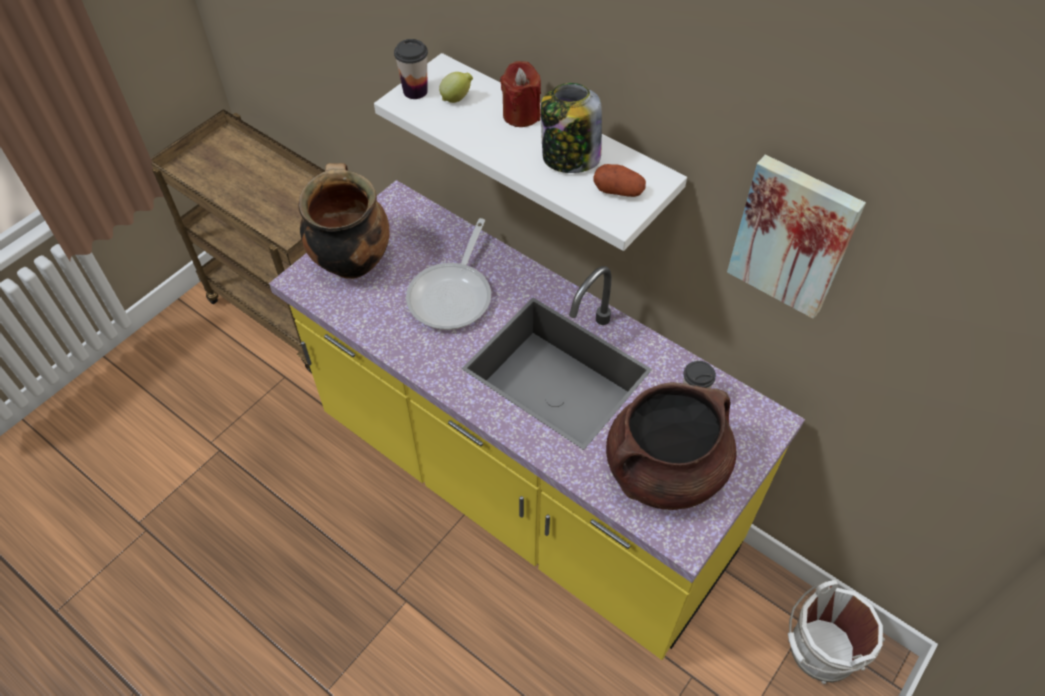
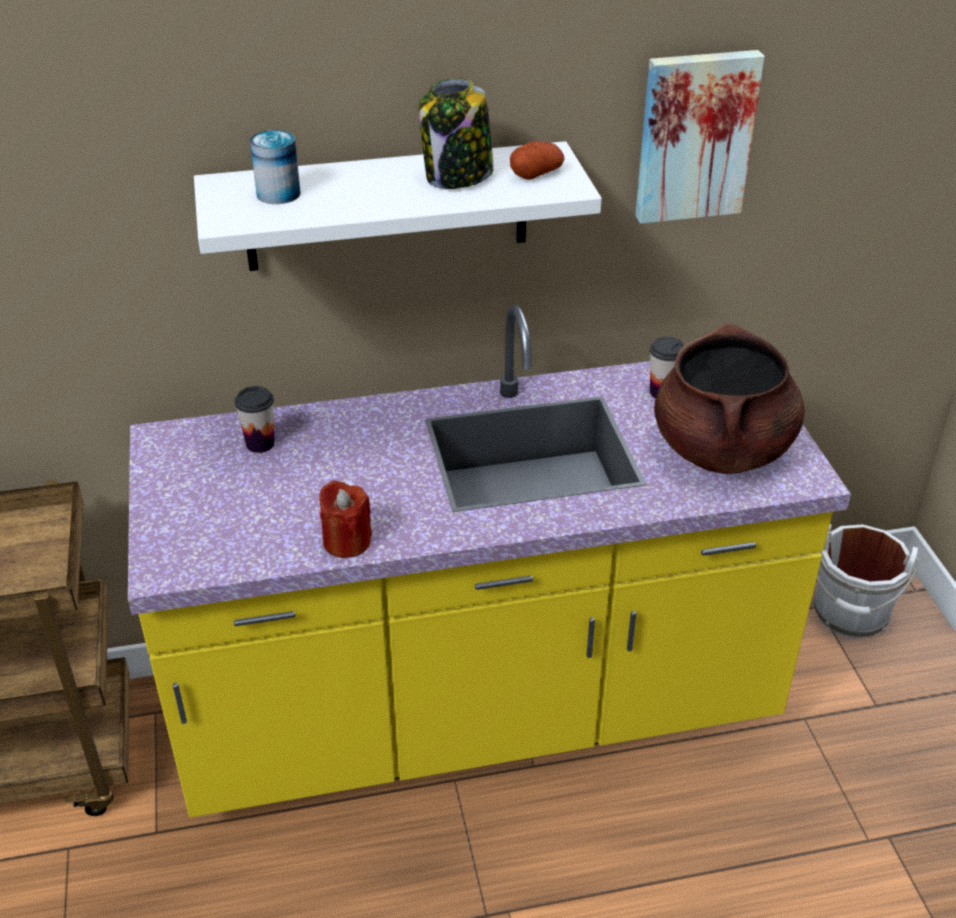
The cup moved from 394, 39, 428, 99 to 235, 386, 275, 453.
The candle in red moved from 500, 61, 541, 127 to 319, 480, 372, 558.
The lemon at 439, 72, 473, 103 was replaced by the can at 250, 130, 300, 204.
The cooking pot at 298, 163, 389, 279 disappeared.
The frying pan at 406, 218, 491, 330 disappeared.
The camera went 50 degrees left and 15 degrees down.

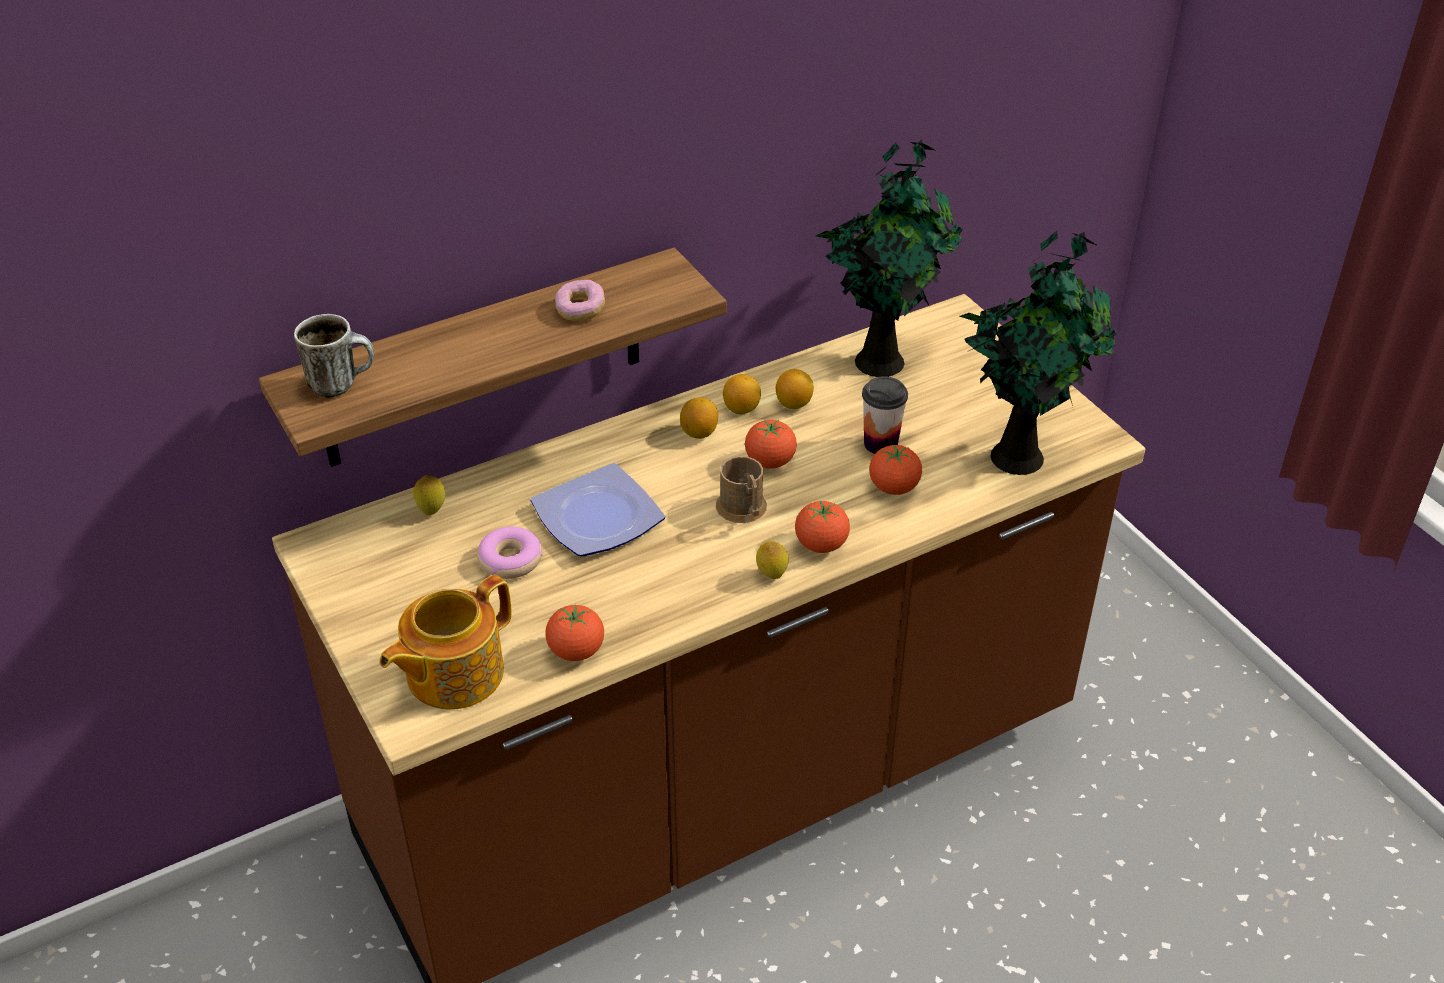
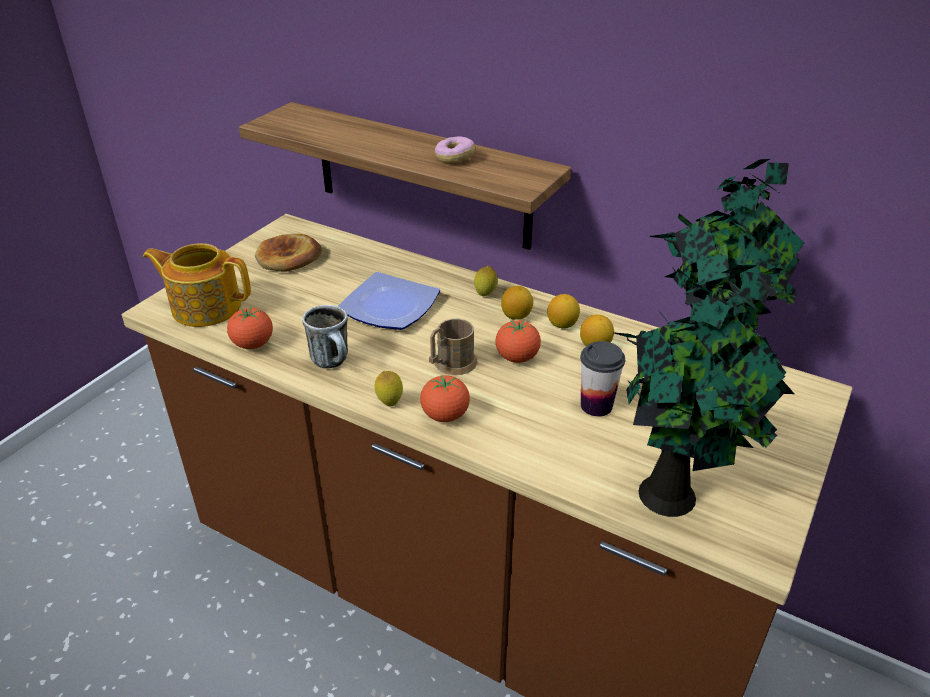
The mug moved from 294, 314, 374, 398 to 302, 305, 348, 369.
The tomato at 869, 445, 922, 495 disappeared.
The lemon moved from 413, 475, 445, 515 to 474, 266, 498, 296.
The donut at 477, 527, 543, 579 disappeared.
The bread at 255, 234, 322, 272 appeared.
The camera went 60 degrees right and 5 degrees down.

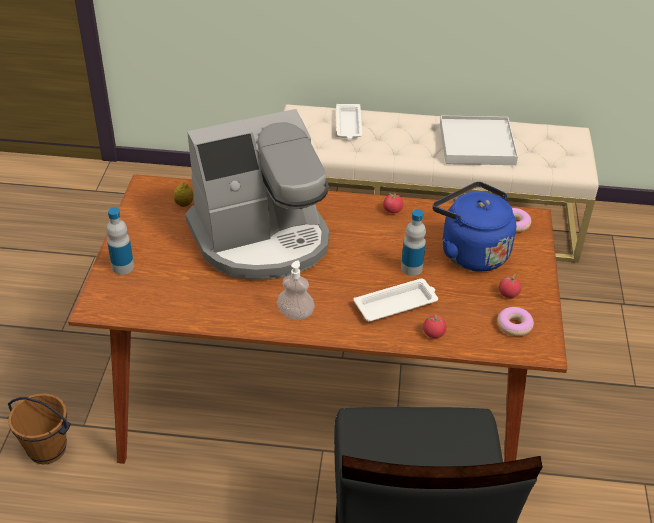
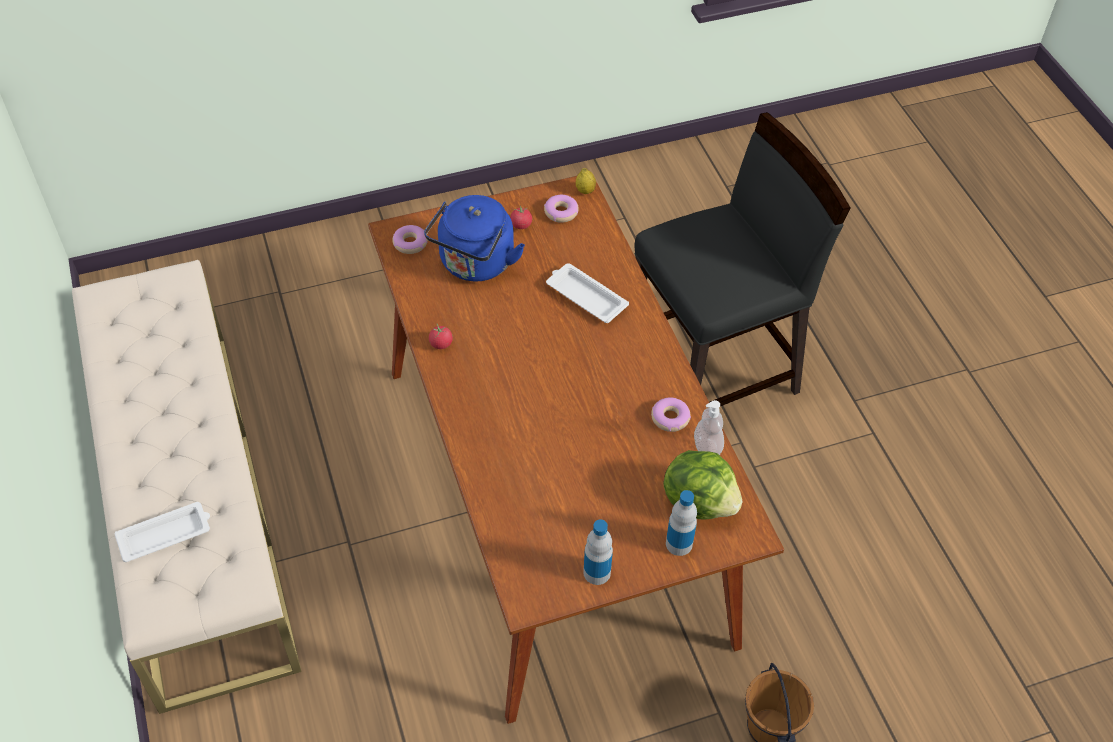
The coffee machine at 185, 109, 329, 280 disappeared.
The tray in white at 440, 115, 518, 165 disappeared.
The lemon moved from 174, 182, 193, 207 to 576, 168, 596, 194.
The bottle moved from 401, 209, 426, 276 to 583, 519, 613, 585.
The soap dispenser moved from 277, 260, 315, 320 to 694, 400, 724, 455.
The tomato at 423, 314, 446, 338 disappeared.
The donut at 651, 397, 691, 432 appeared.
The lettuce at 663, 450, 743, 519 appeared.
The camera went 115 degrees left and 10 degrees up.

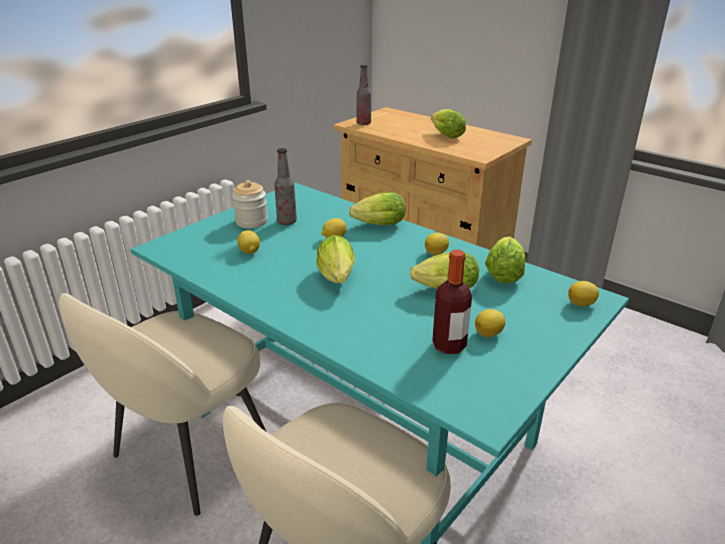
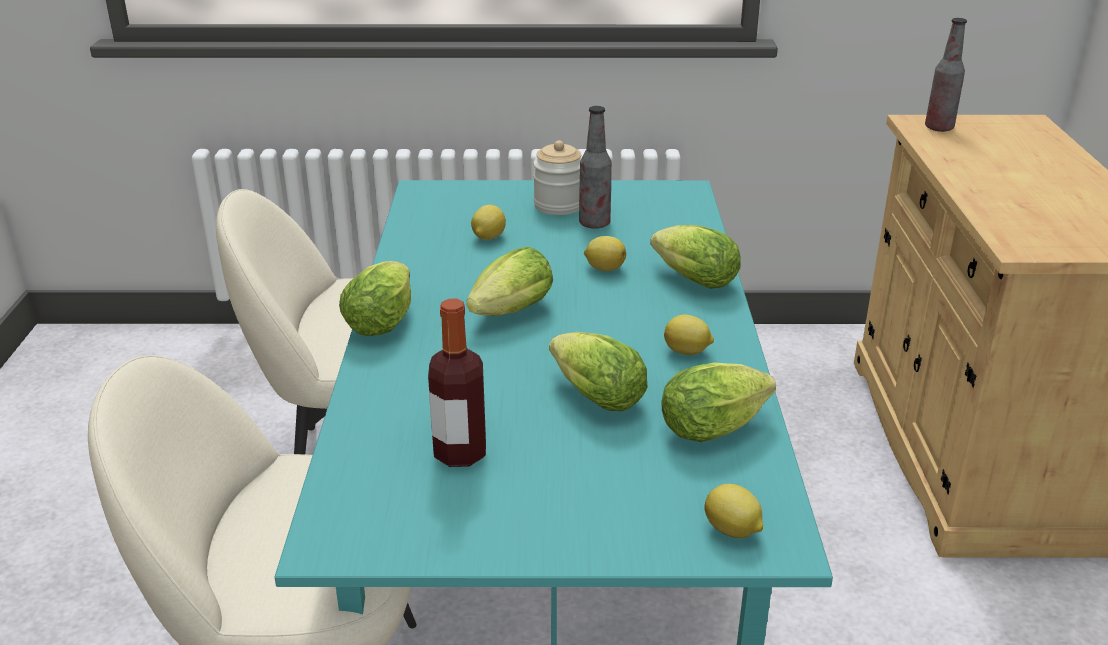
The lettuce moved from 431, 109, 466, 138 to 339, 261, 411, 336.
The lemon at 475, 309, 505, 337 disappeared.
The camera went 50 degrees right and 0 degrees up.

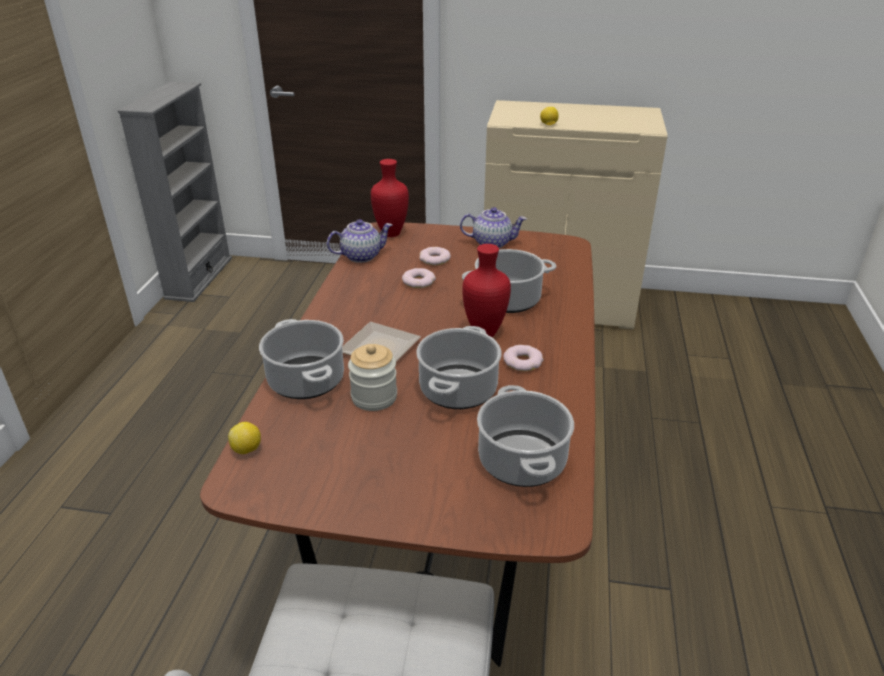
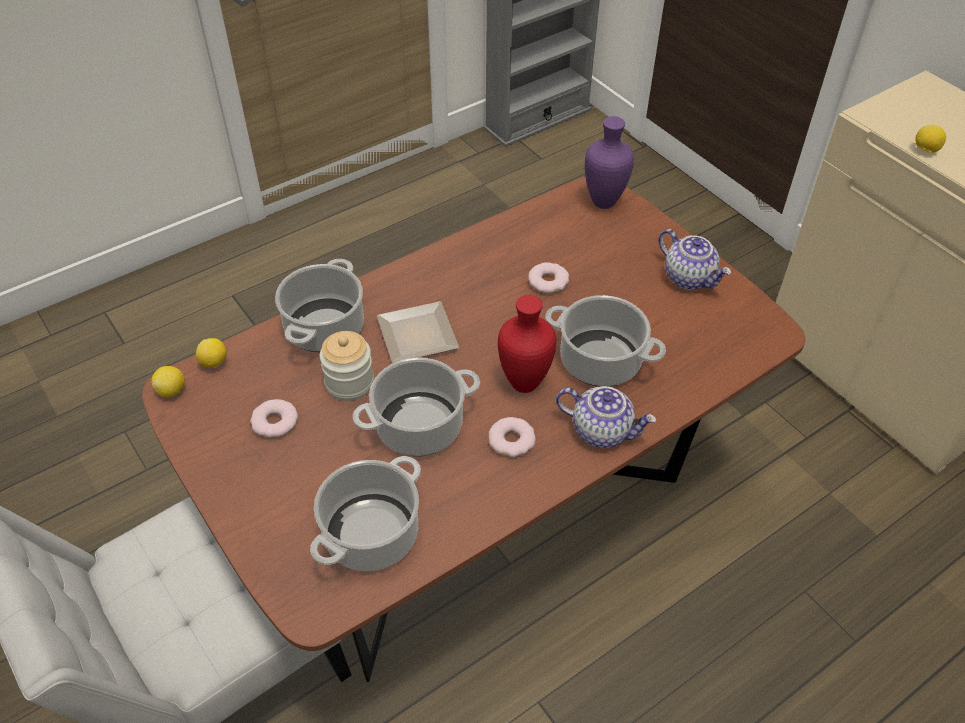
The vase in red at 371, 159, 409, 237 became the vase in purple at 585, 116, 634, 209.
The teapot moved from 327, 219, 392, 263 to 556, 386, 656, 448.
The donut moved from 419, 247, 451, 265 to 250, 399, 298, 438.
The lemon at 151, 366, 185, 397 appeared.
The camera went 45 degrees right and 15 degrees up.

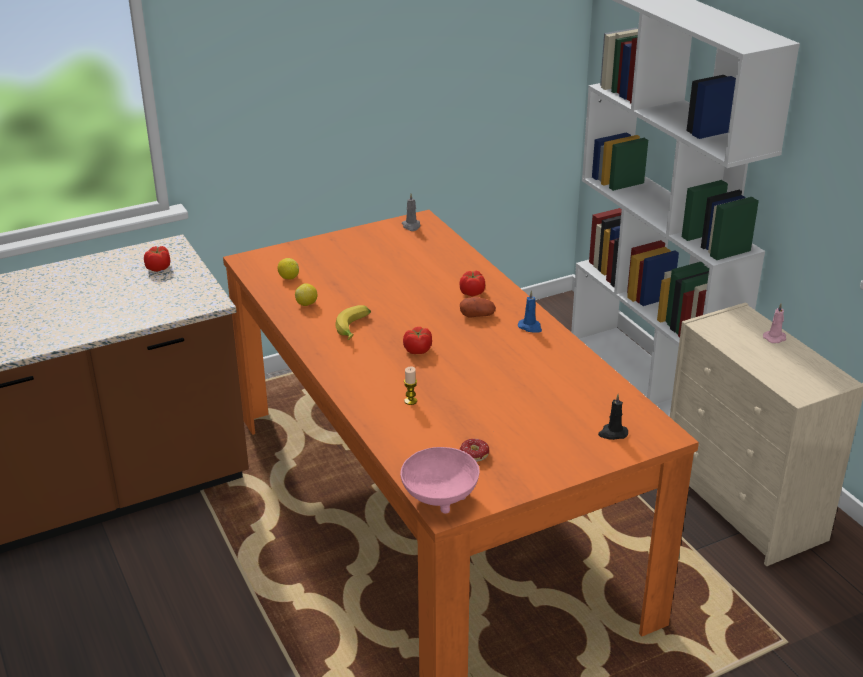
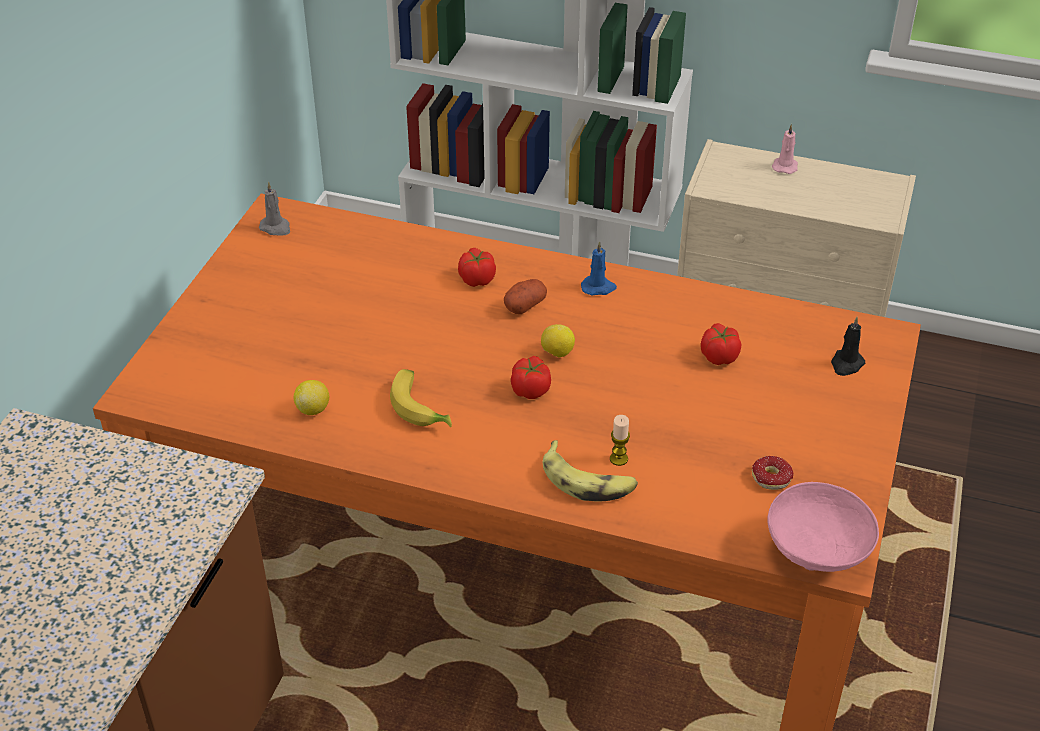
The tomato moved from 144, 246, 170, 272 to 701, 323, 741, 365.
The lemon moved from 278, 258, 299, 279 to 541, 324, 575, 358.
The banana at 543, 440, 638, 502 appeared.
The camera went 45 degrees left and 10 degrees up.

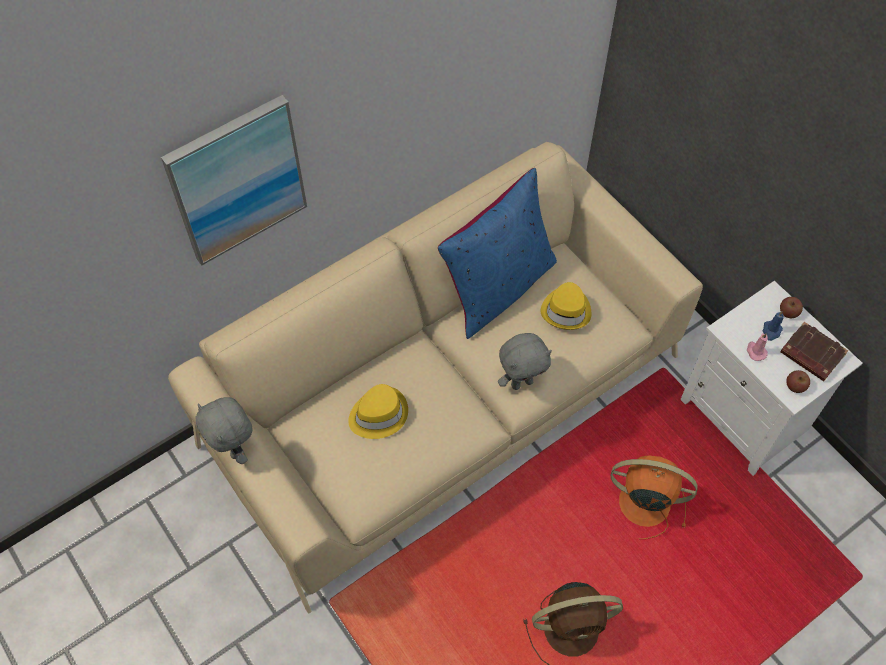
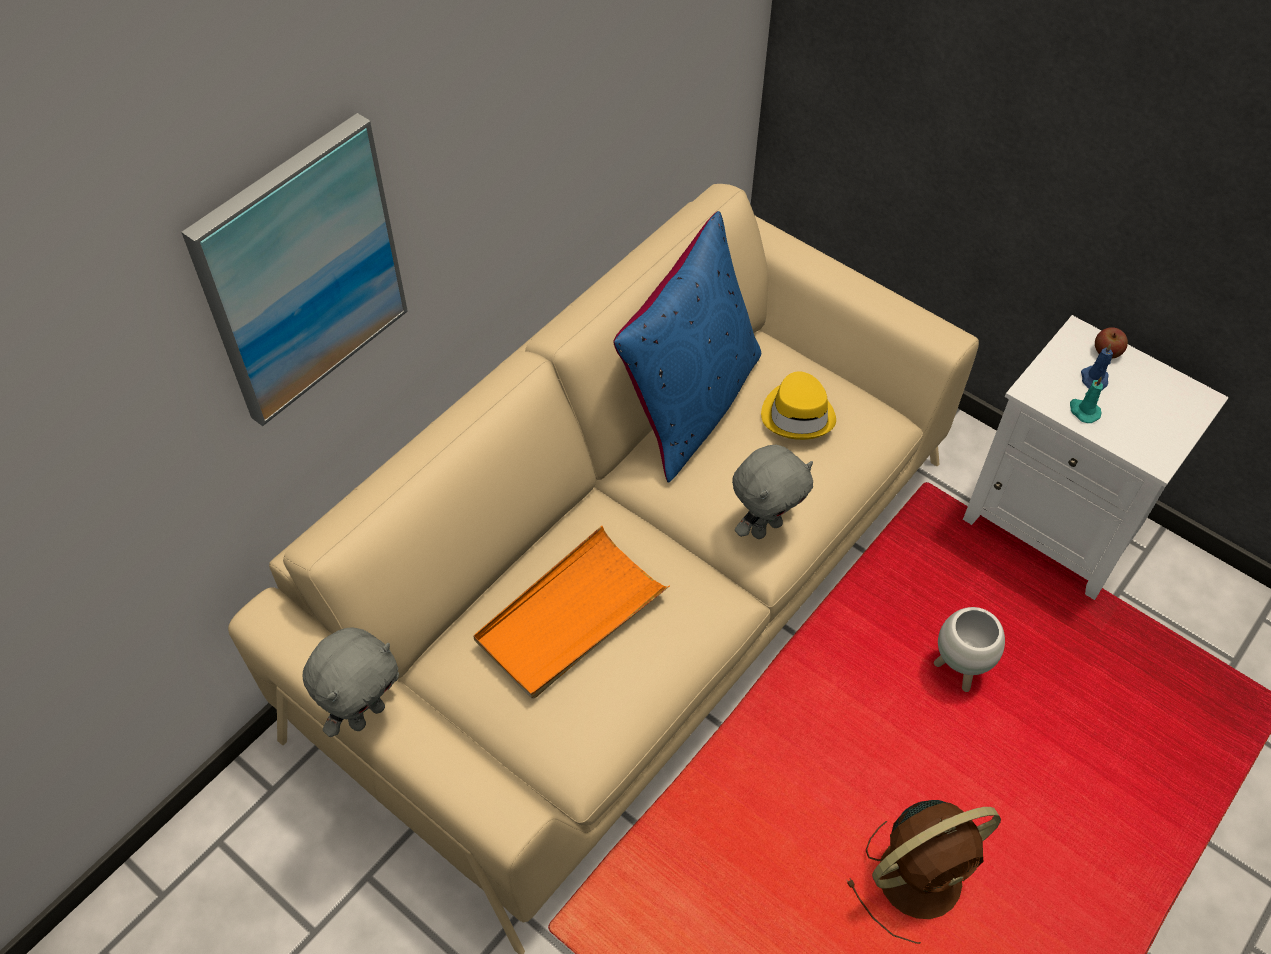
The book in brown at 780, 322, 848, 381 disappeared.
The candle in pink at 747, 333, 768, 361 became the candle in turquoise at 1070, 377, 1103, 423.
The apple at 786, 370, 810, 393 disappeared.
The hat in yellow at 348, 384, 408, 439 was replaced by the tray in orange at 473, 526, 670, 699.
The plush toy in grey at 196, 397, 253, 464 turned 90 degrees counterclockwise.
The fan in orange at 610, 455, 698, 539 was replaced by the planter in white at 934, 607, 1005, 692.
The camera went 15 degrees left and 5 degrees down.

